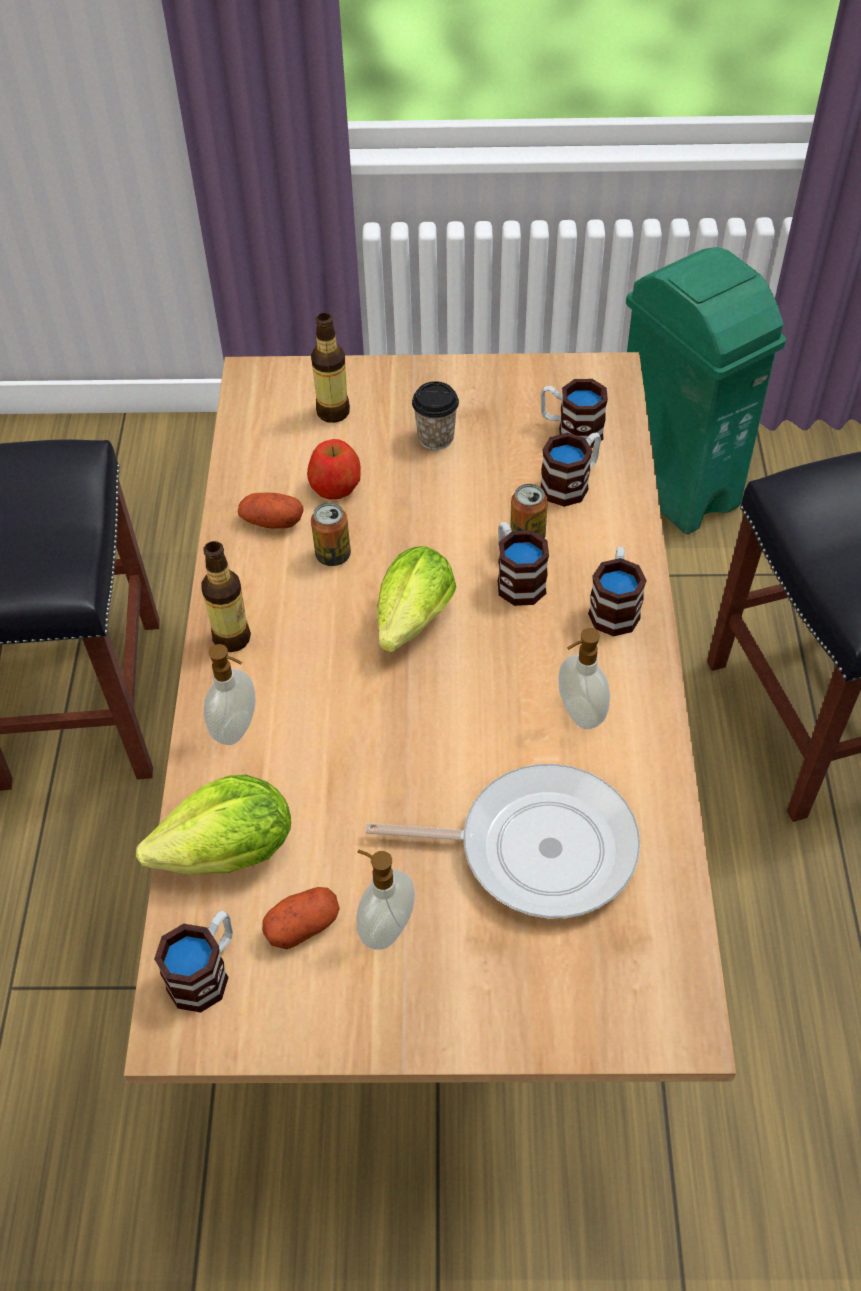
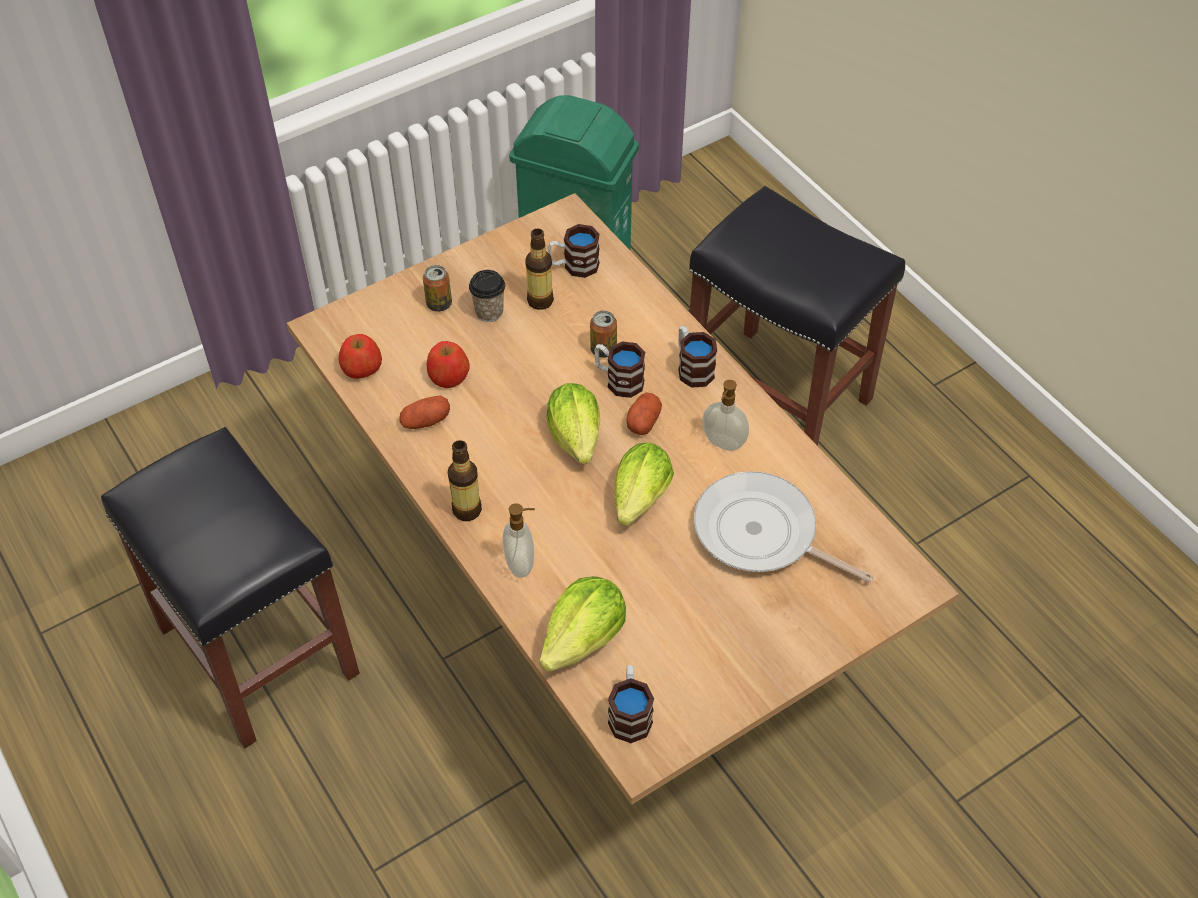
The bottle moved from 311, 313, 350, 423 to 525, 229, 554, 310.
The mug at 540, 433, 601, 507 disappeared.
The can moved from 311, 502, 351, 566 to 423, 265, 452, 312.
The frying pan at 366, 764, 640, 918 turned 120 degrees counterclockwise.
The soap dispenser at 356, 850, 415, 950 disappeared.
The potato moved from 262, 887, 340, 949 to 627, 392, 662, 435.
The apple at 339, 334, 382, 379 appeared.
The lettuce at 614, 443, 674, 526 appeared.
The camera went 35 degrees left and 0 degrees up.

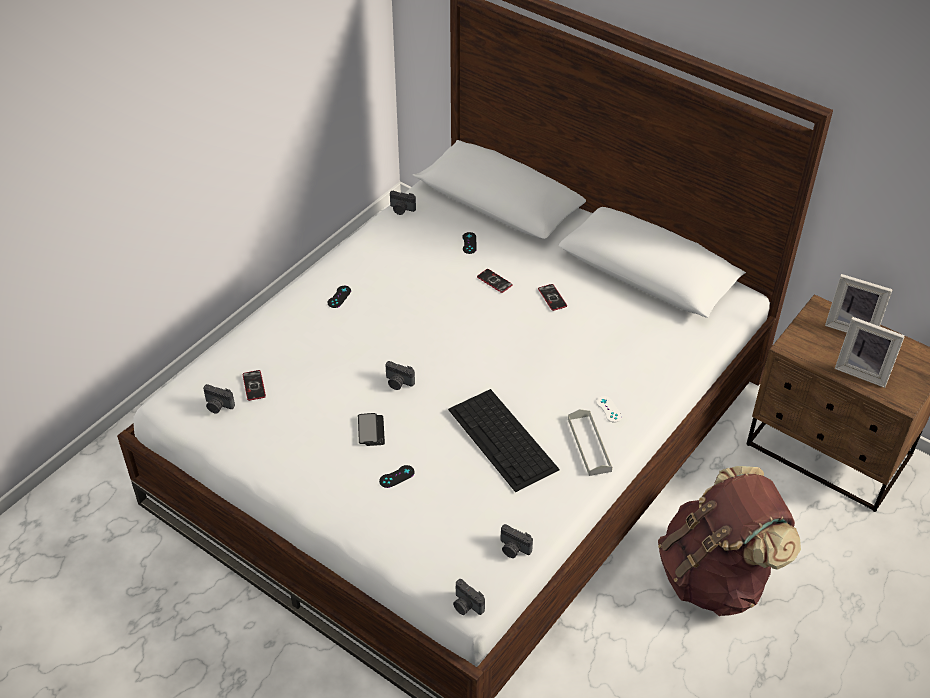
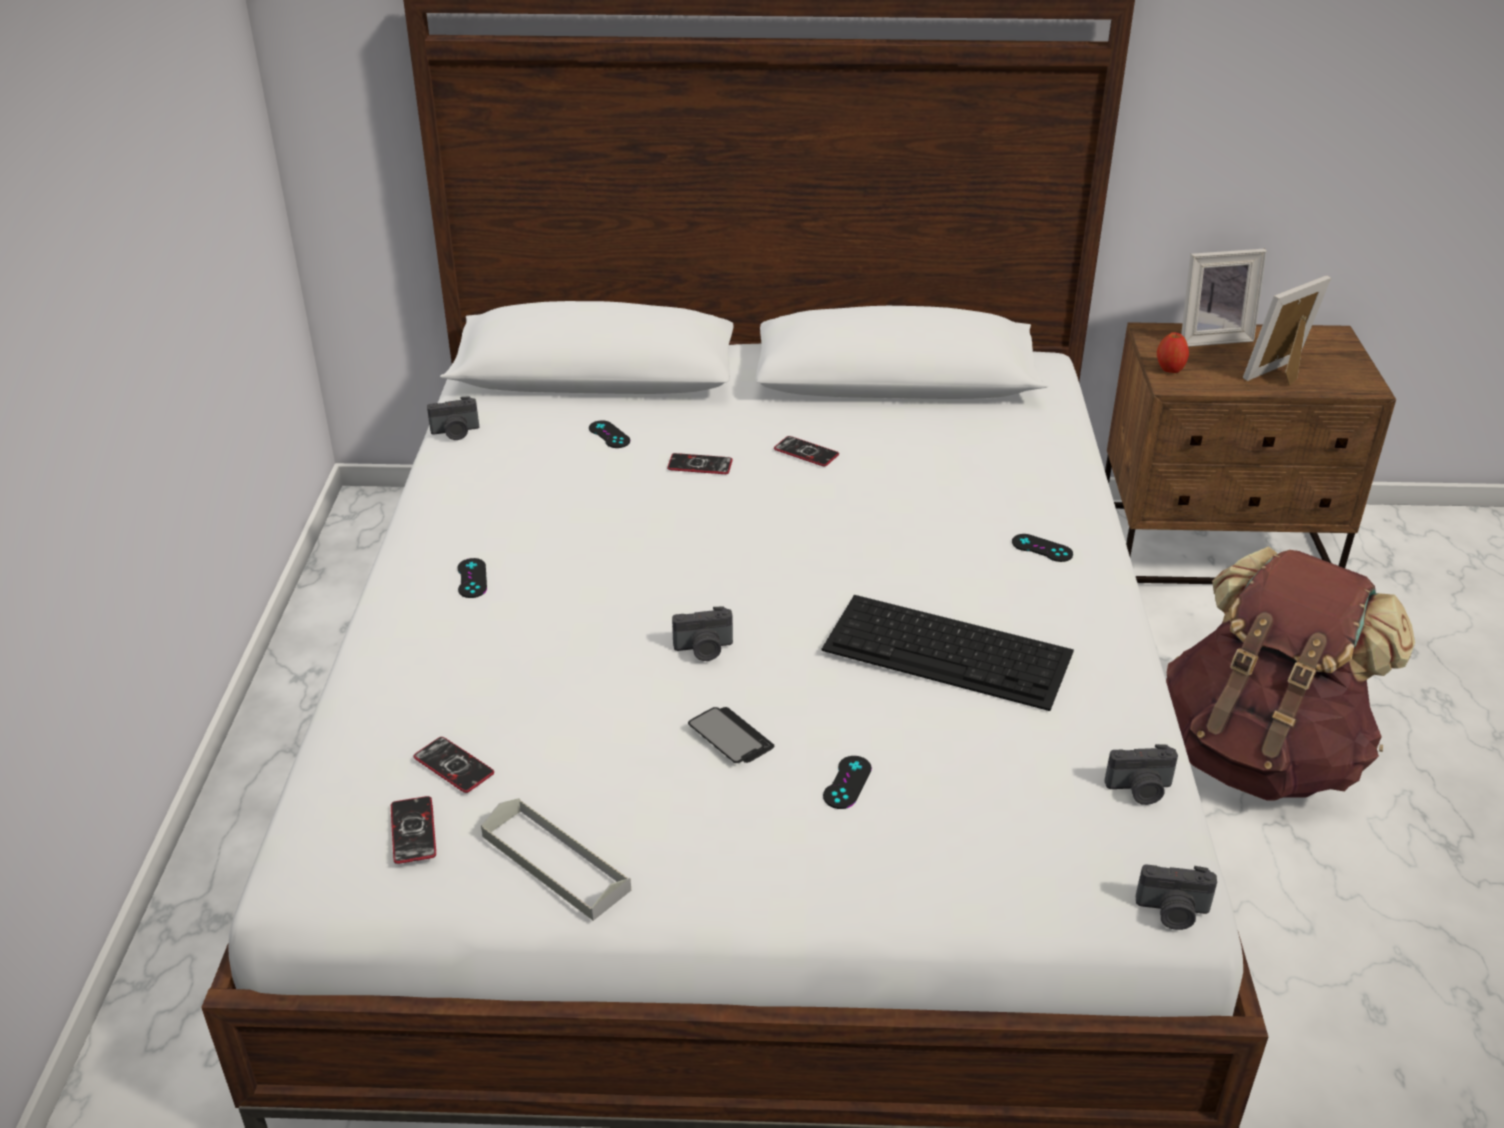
The picture frame at 835, 317, 905, 388 turned 150 degrees clockwise.
The photo camera at 203, 384, 235, 414 was replaced by the phone at 391, 796, 436, 864.
The game controller in white at 596, 396, 622, 423 became the game controller in black at 1012, 534, 1073, 562.
The tray in grey moved from 568, 409, 612, 476 to 481, 798, 631, 921.
The apple at 1157, 332, 1189, 373 appeared.
The camera went 35 degrees left and 10 degrees down.

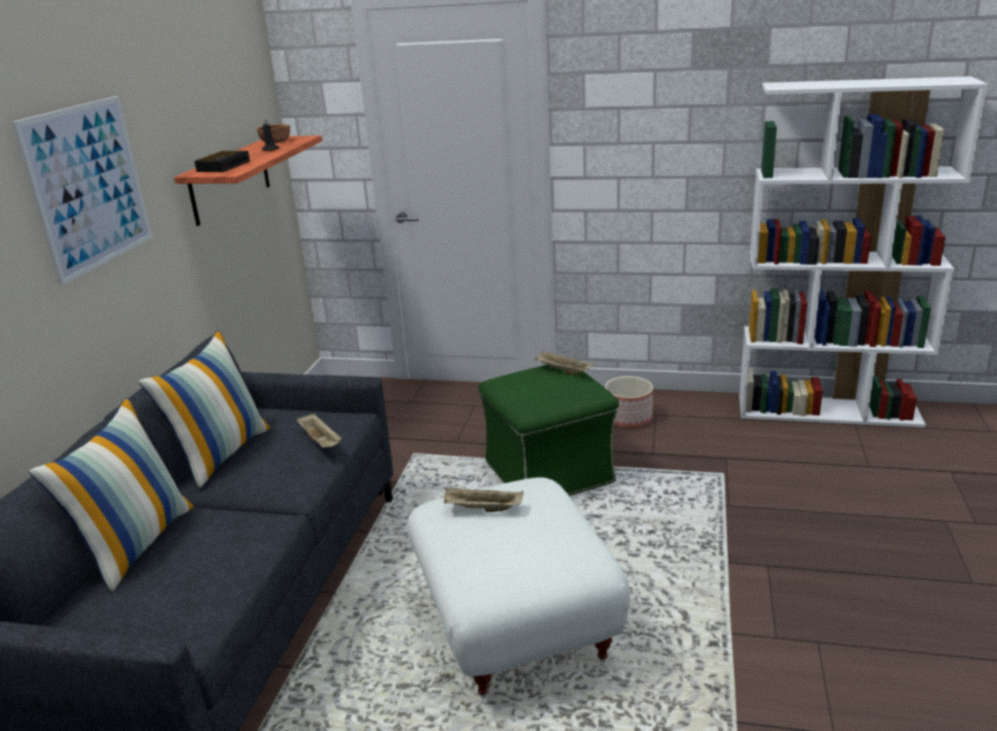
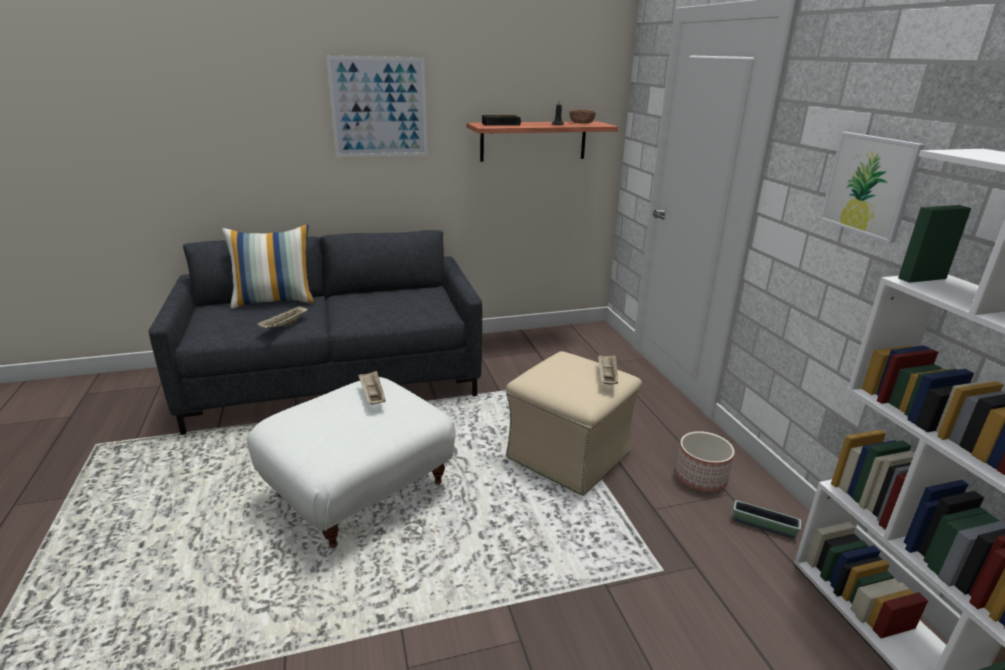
The pillow at 138, 330, 270, 488 disappeared.
The ottoman in green at 479, 365, 619, 496 became the ottoman in beige at 506, 351, 642, 496.
The tray in beige moved from 297, 413, 342, 448 to 257, 305, 308, 328.
The picture at 820, 132, 925, 243 appeared.
The planter at 733, 500, 801, 539 appeared.
The camera went 60 degrees right and 0 degrees up.

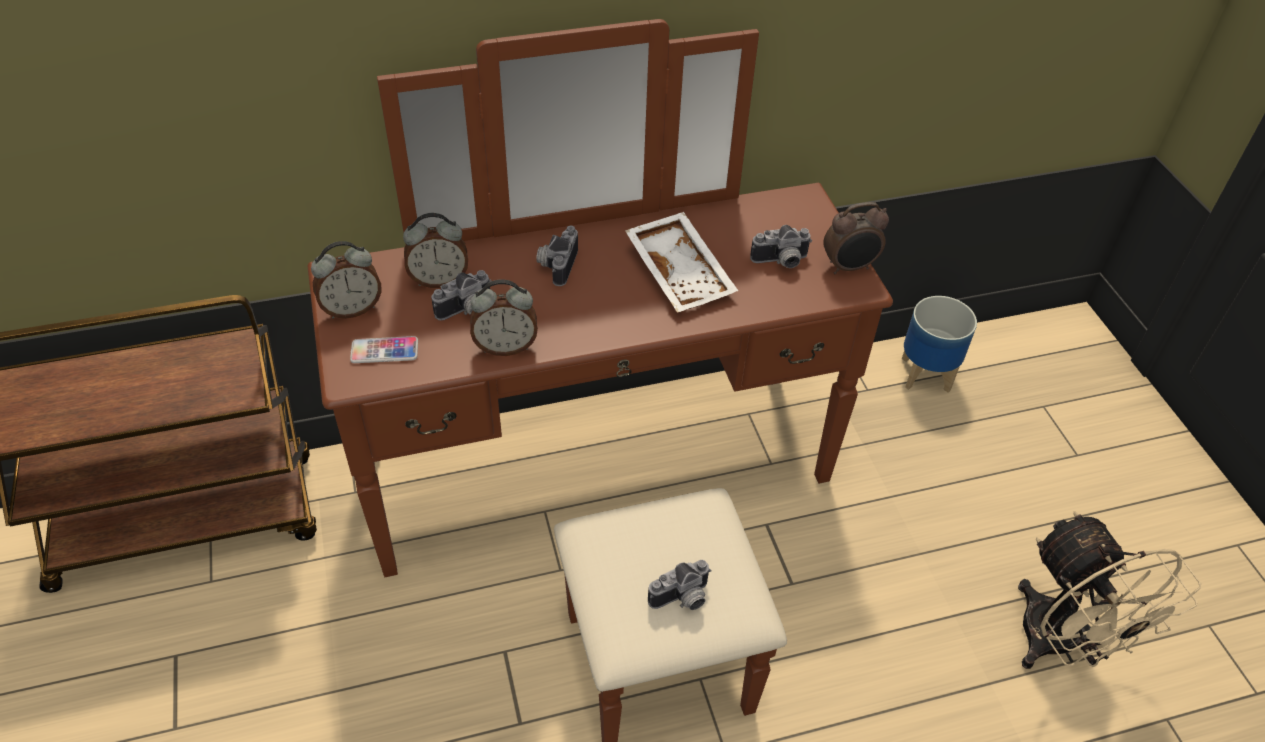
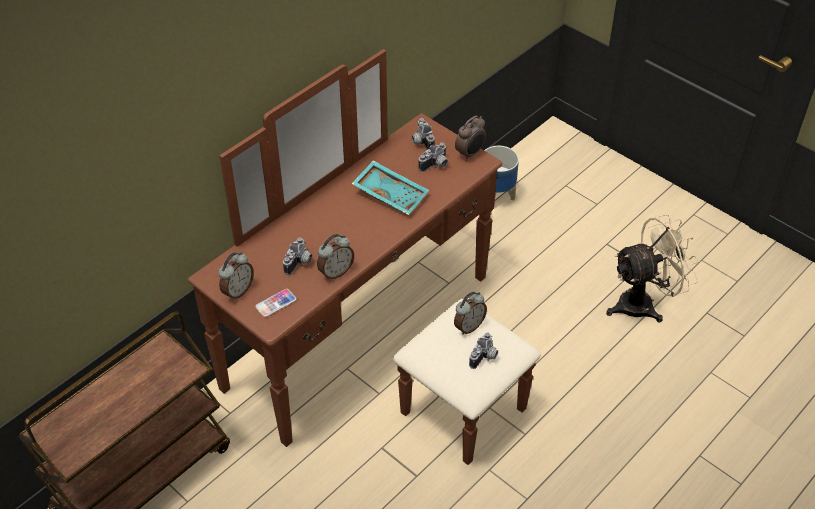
The tray in white at 625, 212, 738, 313 became the tray in turquoise at 352, 160, 429, 215.
The alarm clock moved from 403, 213, 468, 288 to 454, 292, 487, 335.
The photo camera moved from 536, 226, 578, 286 to 412, 118, 435, 150.
The fan in beige at 1018, 511, 1201, 669 turned 60 degrees counterclockwise.
The camera went 30 degrees left and 0 degrees up.

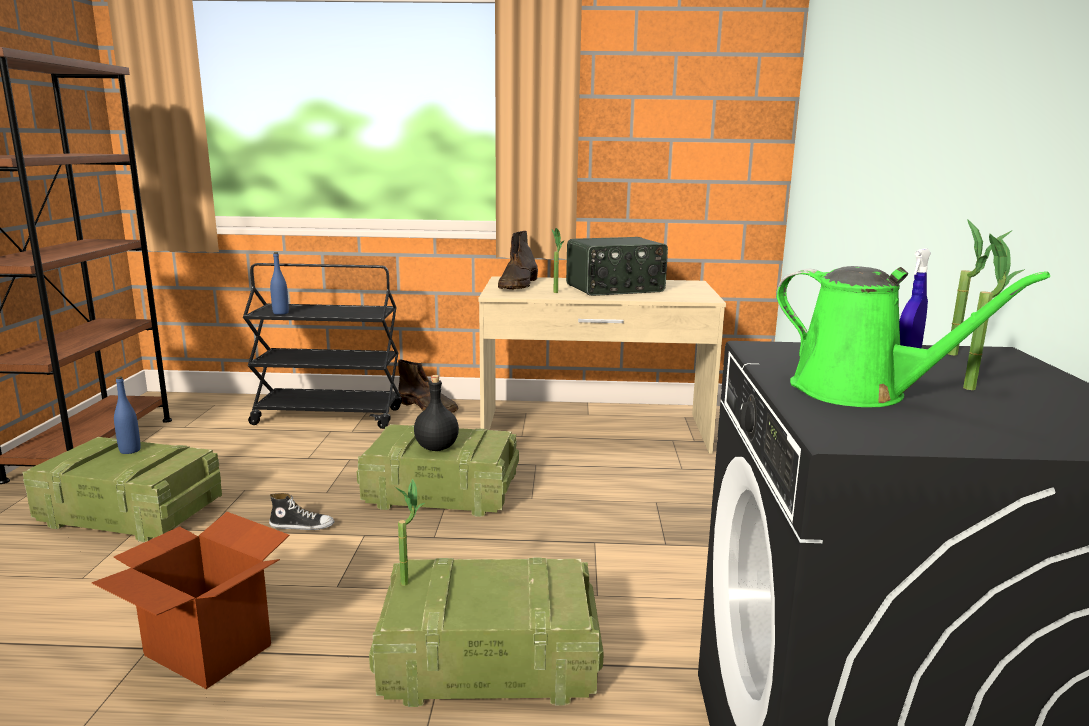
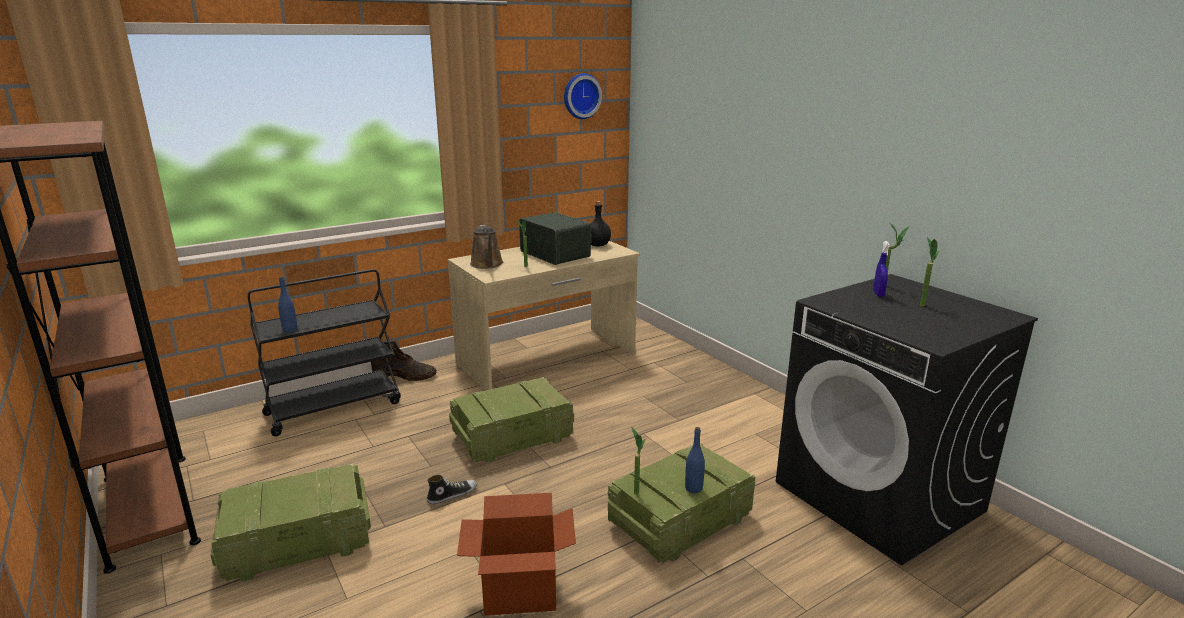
The boot in brown at 498, 231, 538, 289 was replaced by the watering can in brown at 470, 225, 503, 269.
The radio at 566, 237, 668, 296 turned 75 degrees counterclockwise.
The watering can in green at 776, 266, 1050, 407 disappeared.
The bottle in black moved from 414, 375, 459, 451 to 590, 201, 611, 246.
The bottle in blue moved from 114, 376, 141, 454 to 685, 427, 705, 493.
The wall clock at 564, 73, 602, 119 appeared.
The camera went 35 degrees left and 5 degrees up.

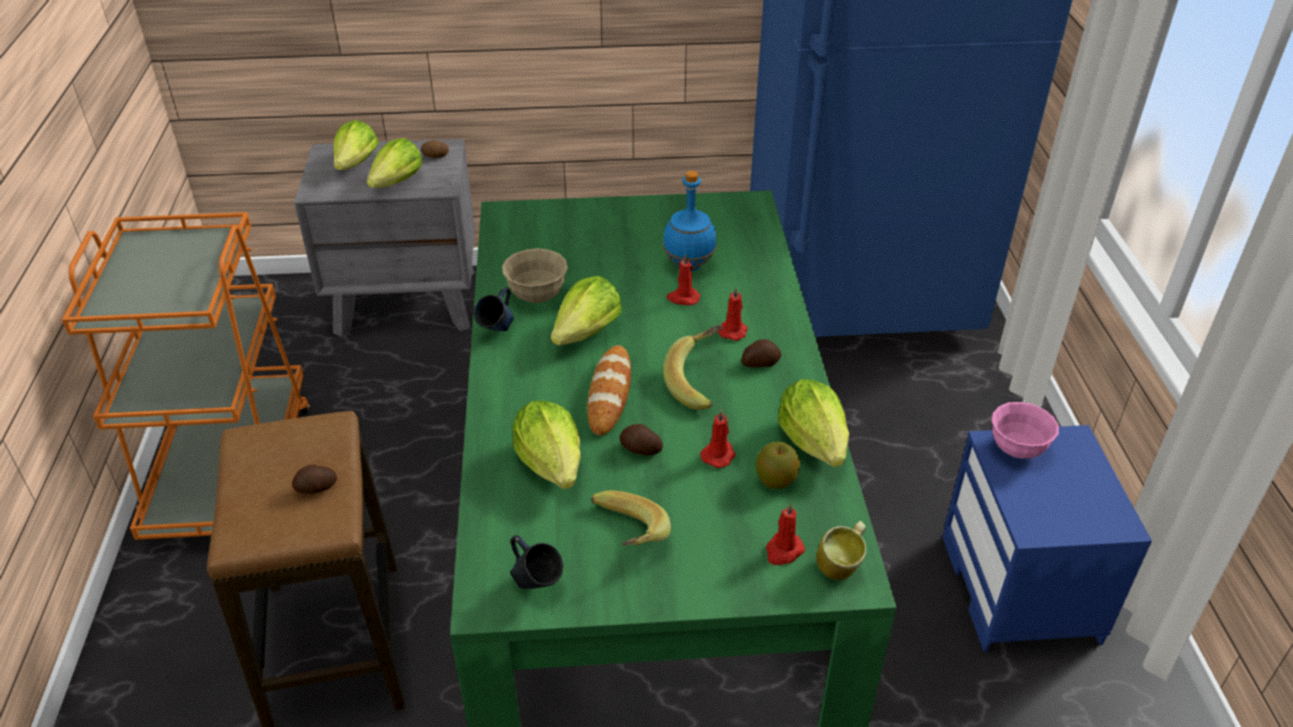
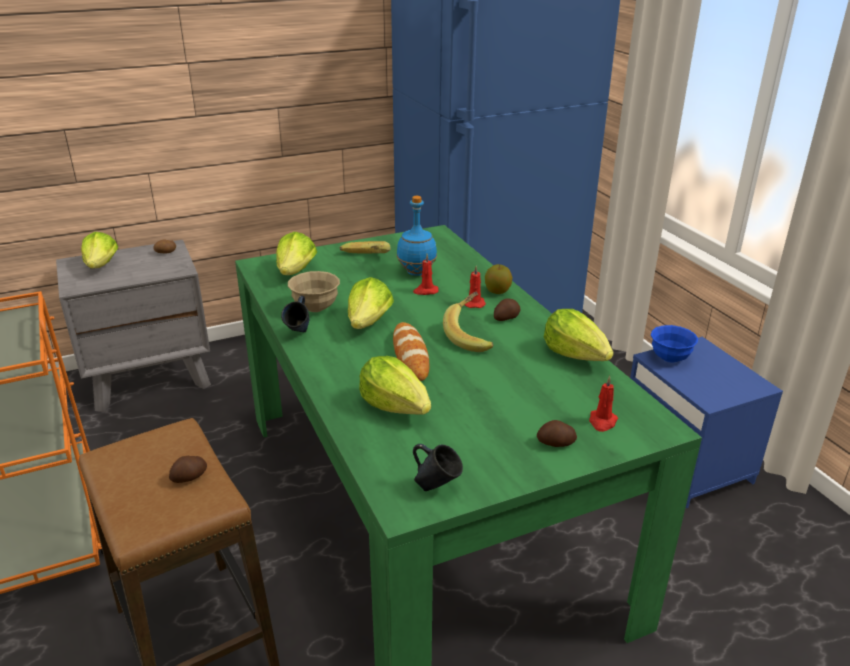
The lettuce moved from 367, 138, 422, 188 to 276, 232, 317, 275.
The bowl in pink at 992, 402, 1059, 459 became the bowl in blue at 651, 325, 698, 363.
The candle in red at 700, 409, 736, 468 disappeared.
The potato moved from 619, 424, 663, 455 to 537, 420, 577, 447.
The apple moved from 756, 442, 800, 489 to 485, 264, 513, 294.
The banana moved from 591, 490, 671, 546 to 340, 241, 391, 254.
The mug at 816, 521, 866, 580 disappeared.
The camera went 20 degrees left and 10 degrees down.

